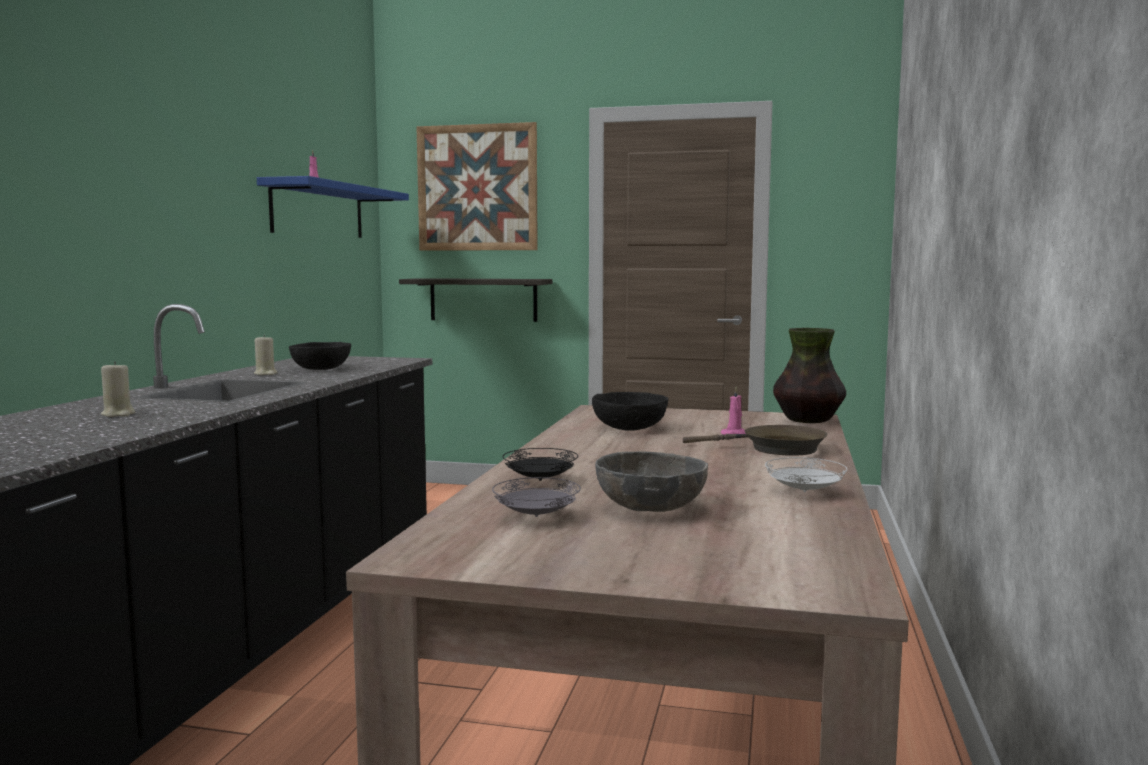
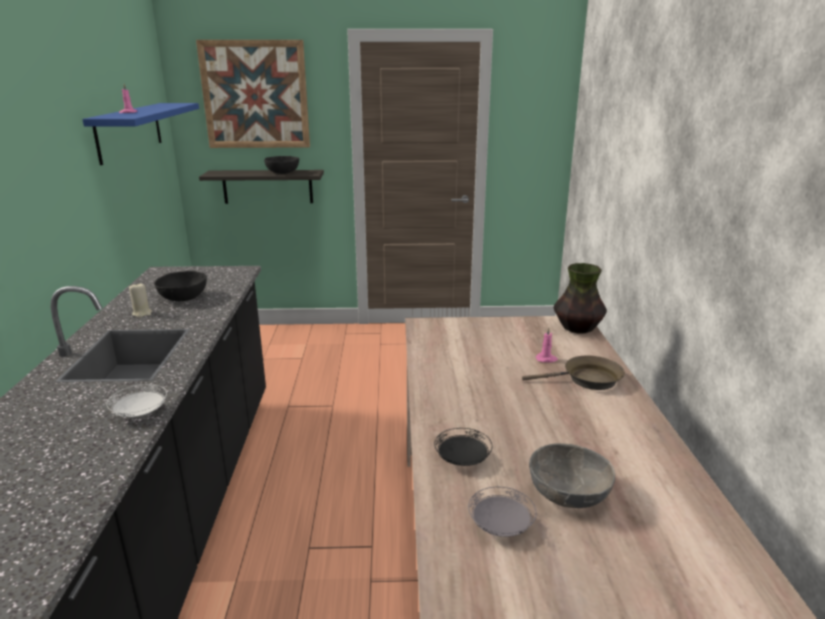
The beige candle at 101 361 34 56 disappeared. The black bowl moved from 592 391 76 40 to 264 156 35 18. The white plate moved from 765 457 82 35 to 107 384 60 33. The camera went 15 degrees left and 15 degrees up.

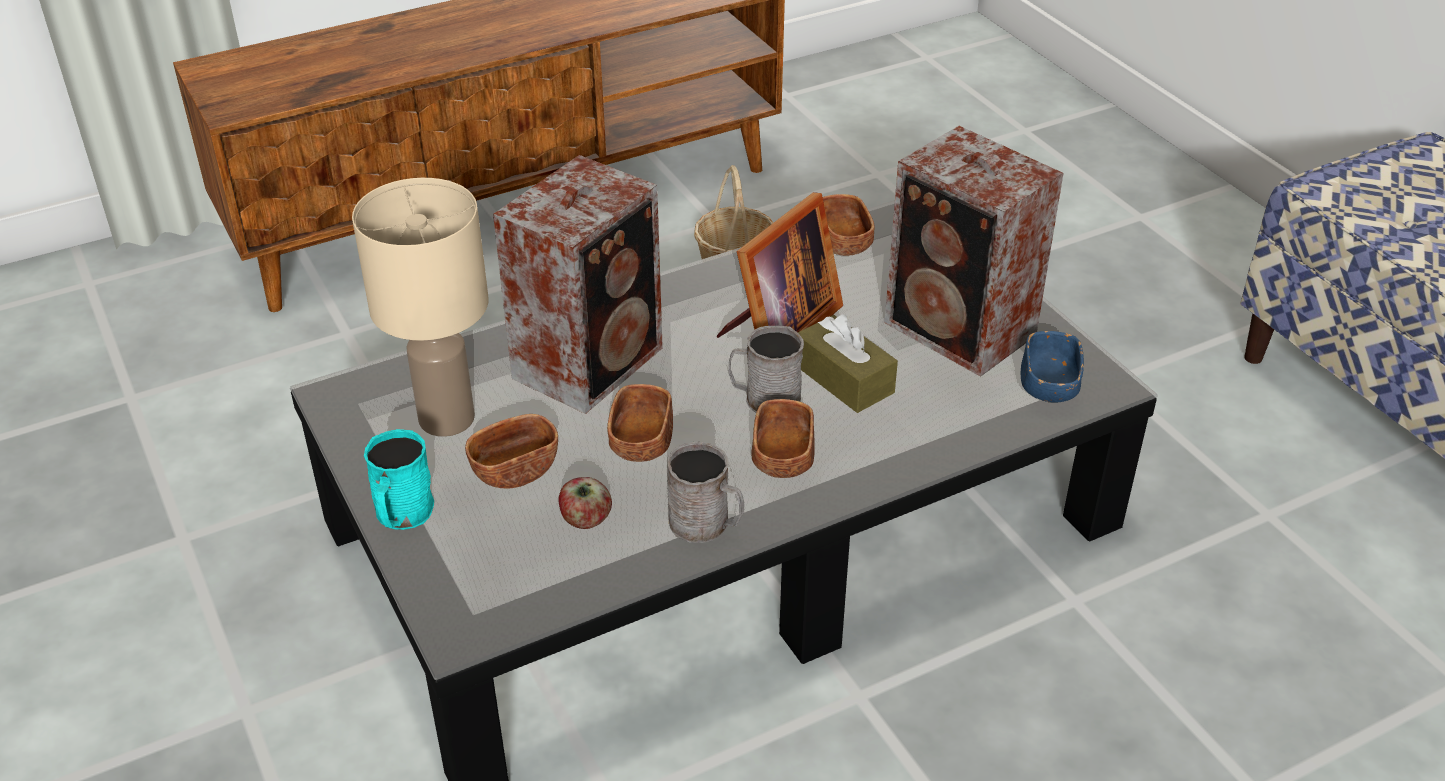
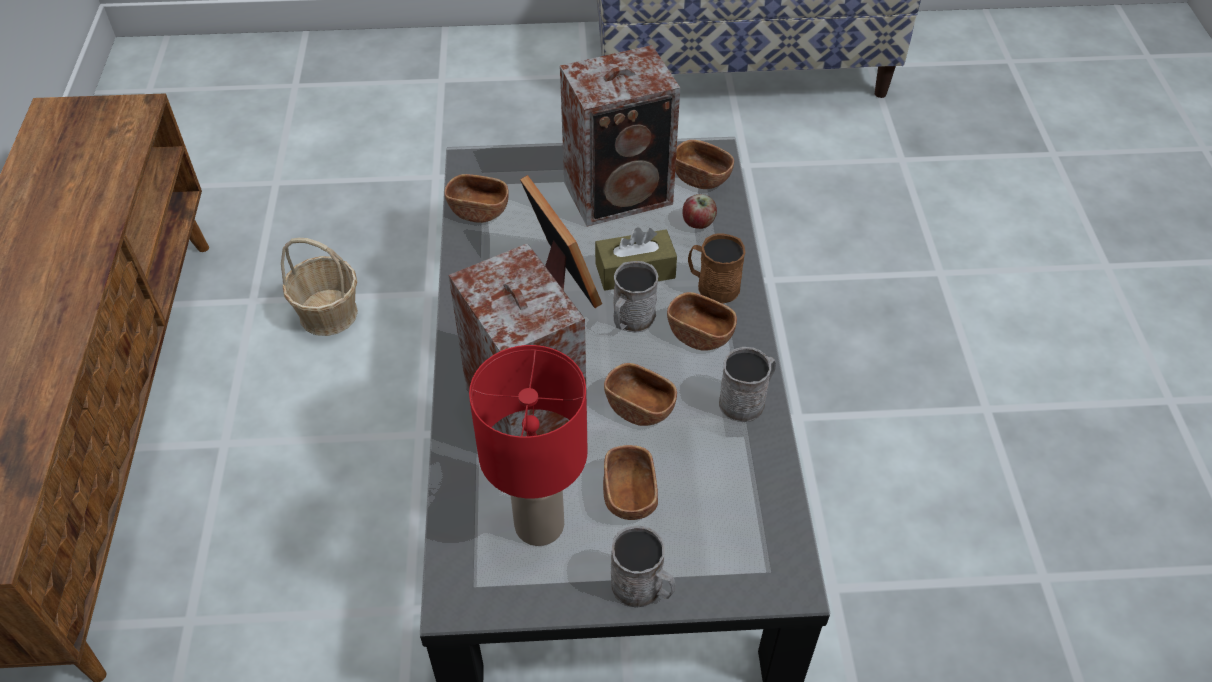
The brown mug at 688 233 57 71 appeared. The apple moved from 558 477 54 52 to 682 194 35 35. The beige table lamp at 352 178 136 259 became the red table lamp at 469 345 118 201. The turquoise mug at 364 429 70 101 became the grey mug at 611 525 65 83. The blue bowl at 1021 331 63 72 became the brown bowl at 675 140 59 49. The camera went 65 degrees left and 10 degrees up.

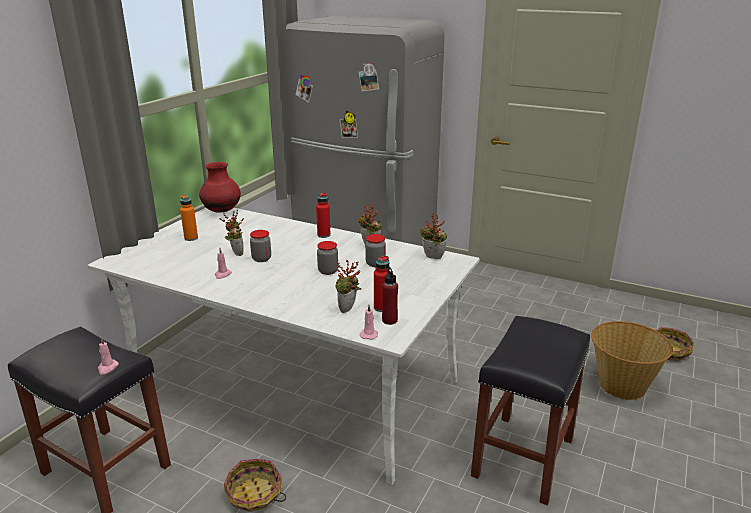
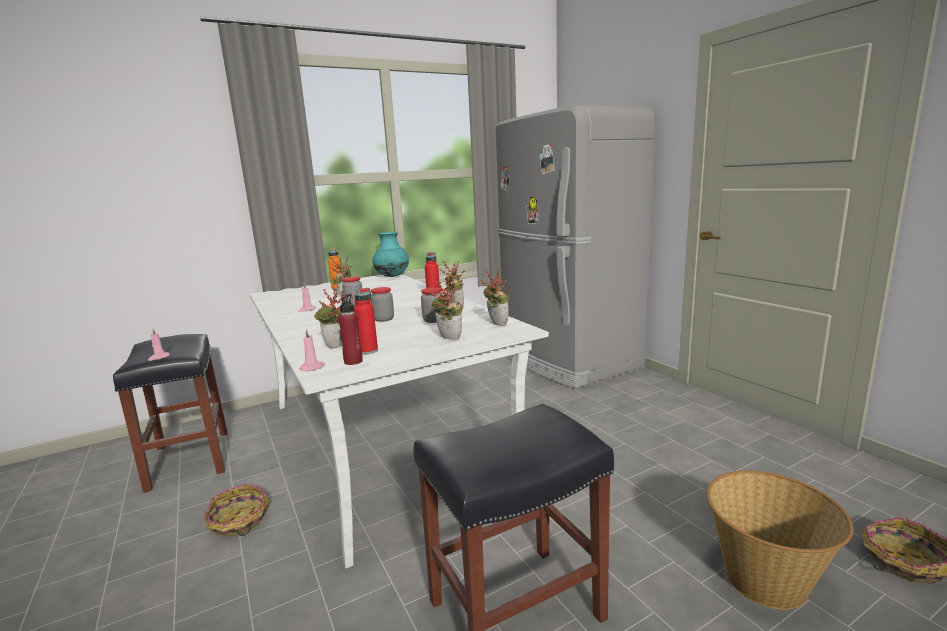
The potted plant at 431 280 32 60 appeared. The red vase at 199 162 42 51 became the turquoise vase at 372 232 37 45. The camera went 35 degrees right and 10 degrees down.

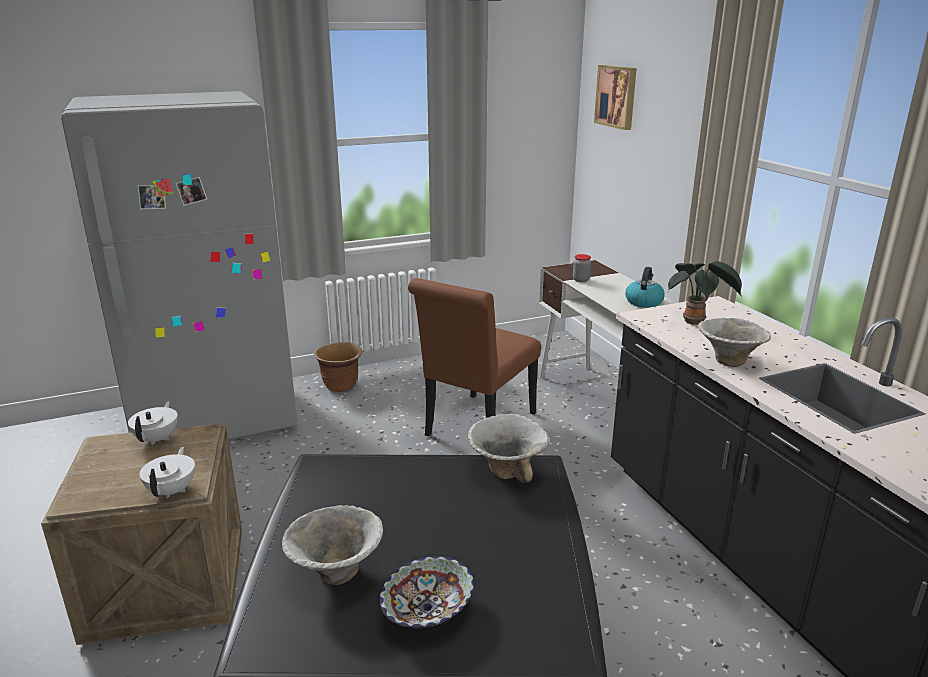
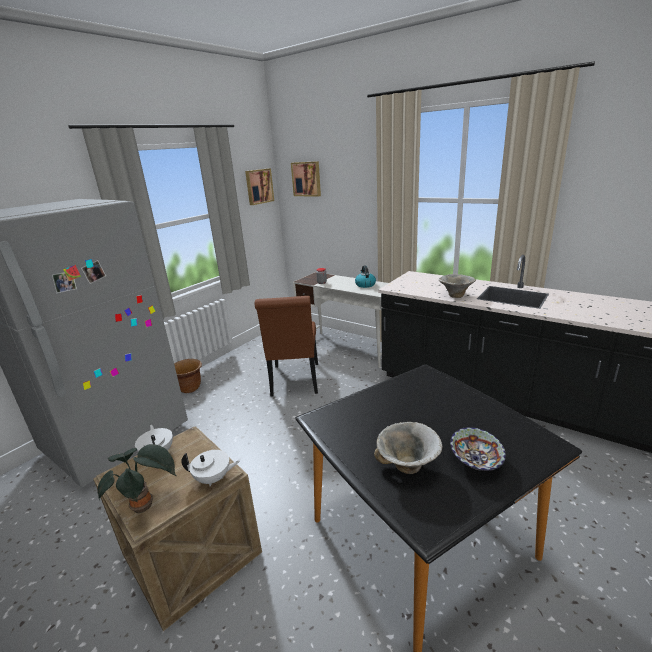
The bowl at 468 414 81 69 disappeared. The picture at 245 168 29 37 appeared. The potted plant moved from 667 261 75 64 to 97 444 80 69. The white teapot at 139 447 56 52 turned 120 degrees clockwise. The camera went 30 degrees left and 0 degrees up.

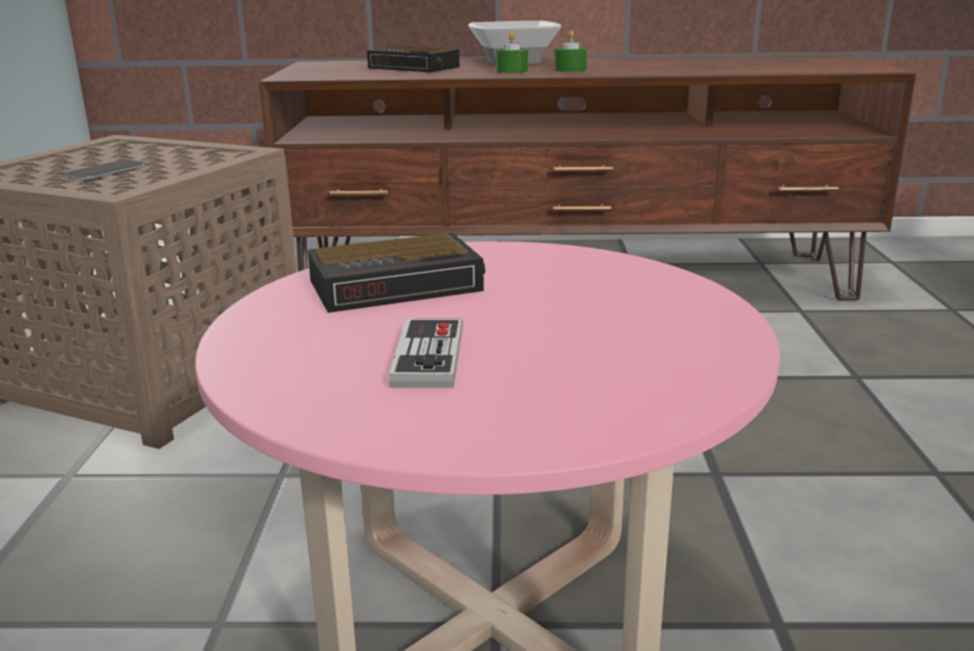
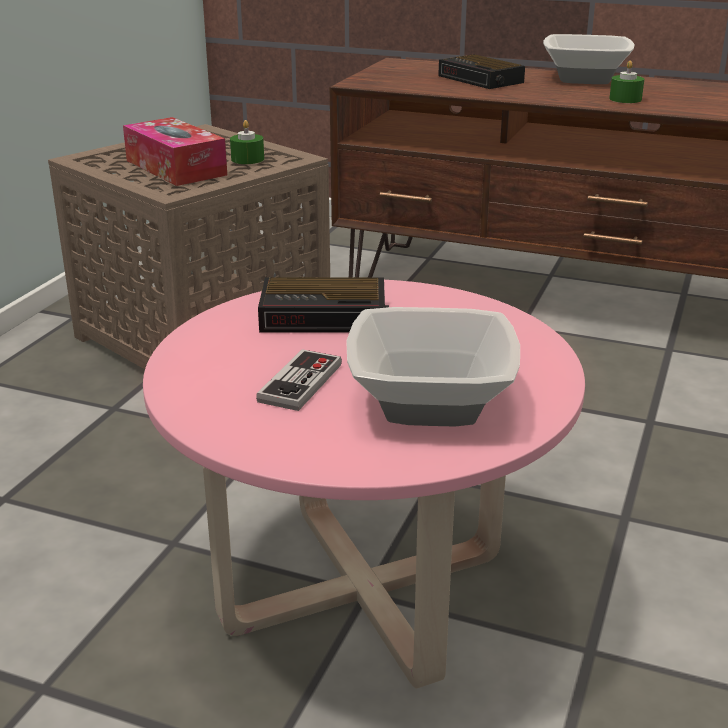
The bowl at 346 307 174 120 appeared. The green candle moved from 496 31 32 42 to 230 120 34 44. The phone at 63 160 83 20 was replaced by the tissue box at 123 117 104 69. The camera went 20 degrees right and 5 degrees up.

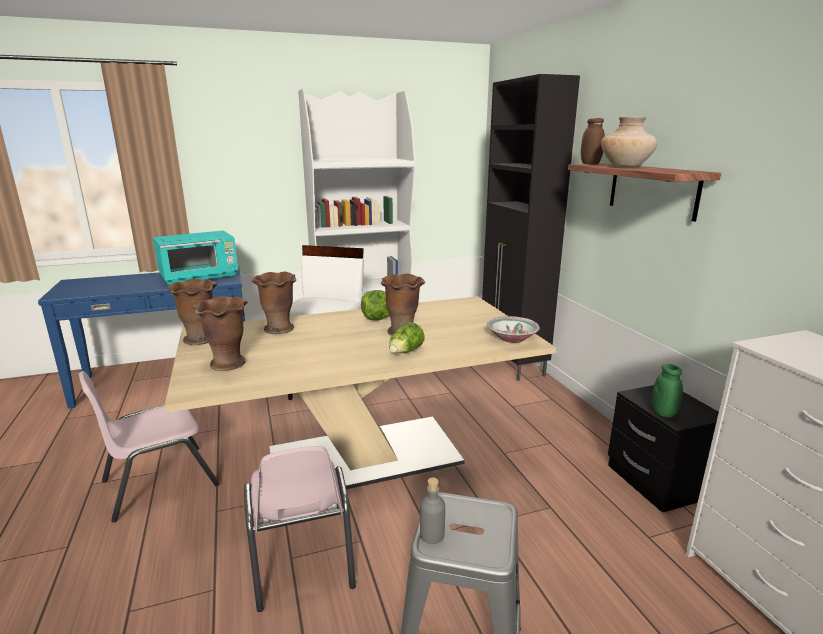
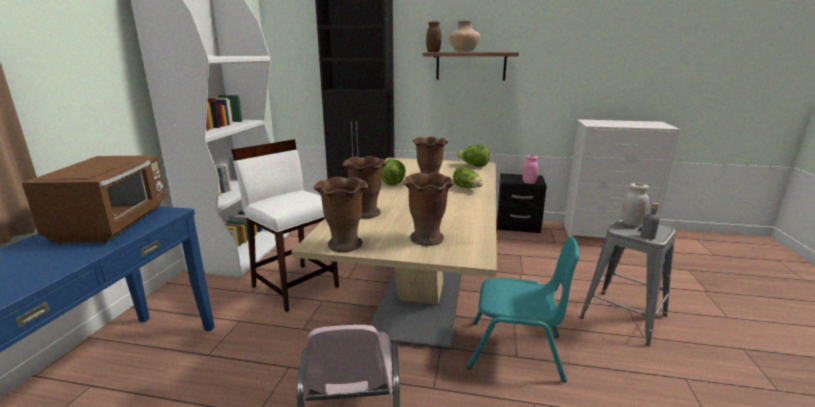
The white jar at 621 183 28 43 appeared. The bowl at 487 316 53 27 was replaced by the lettuce at 457 145 33 22. The turquoise microwave at 153 231 85 54 became the brown microwave at 22 155 144 89. The pink chair at 244 446 112 166 became the turquoise chair at 467 237 113 146. The green jar at 652 364 31 54 became the pink jar at 523 155 15 29. The camera went 60 degrees left and 0 degrees up.

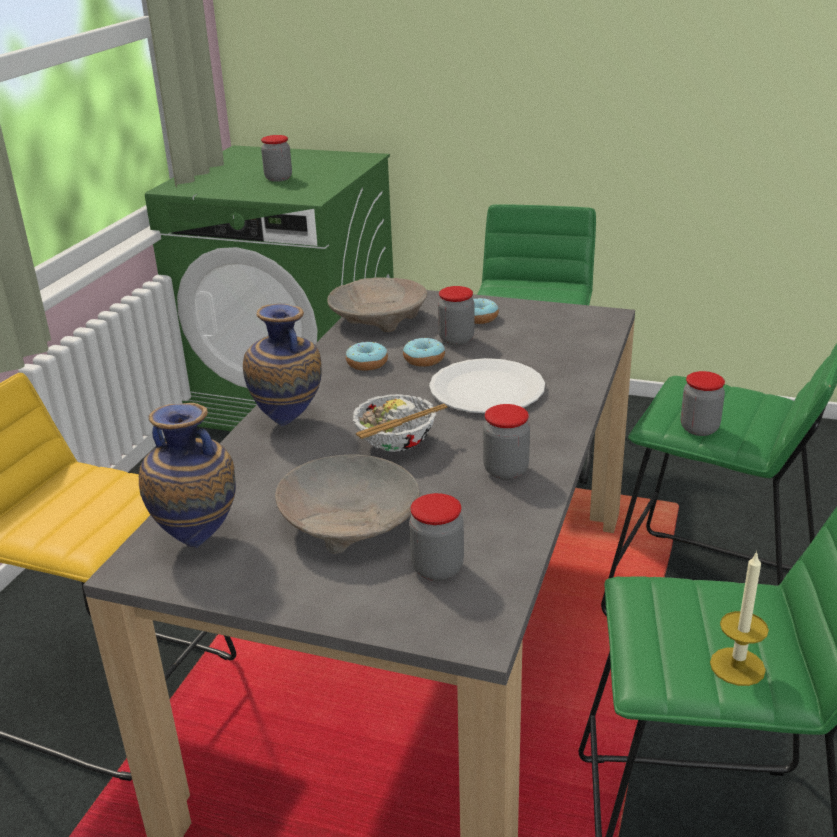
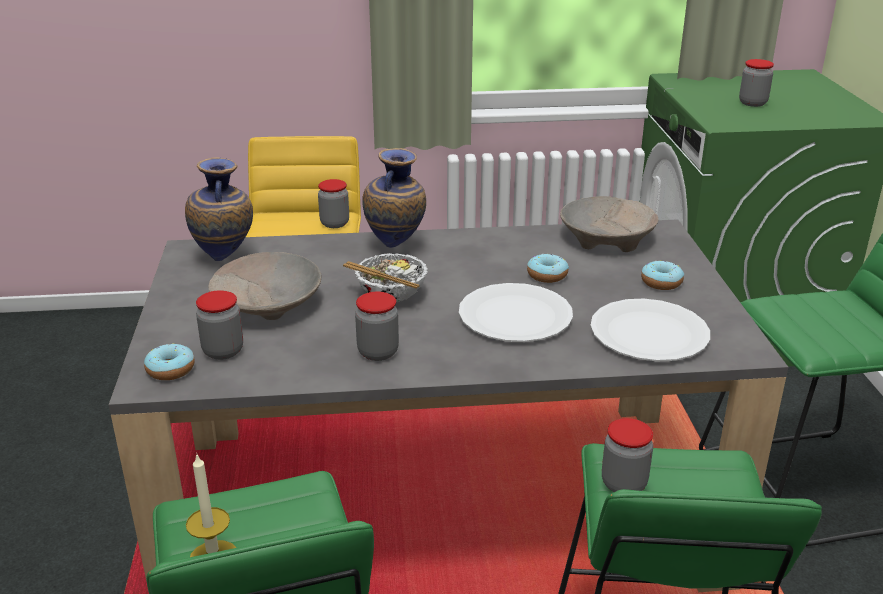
The white plate at 590 299 120 63 appeared. The donut moved from 346 342 42 29 to 144 343 51 37. The jar moved from 438 286 37 59 to 318 179 31 49. The camera went 65 degrees right and 0 degrees up.

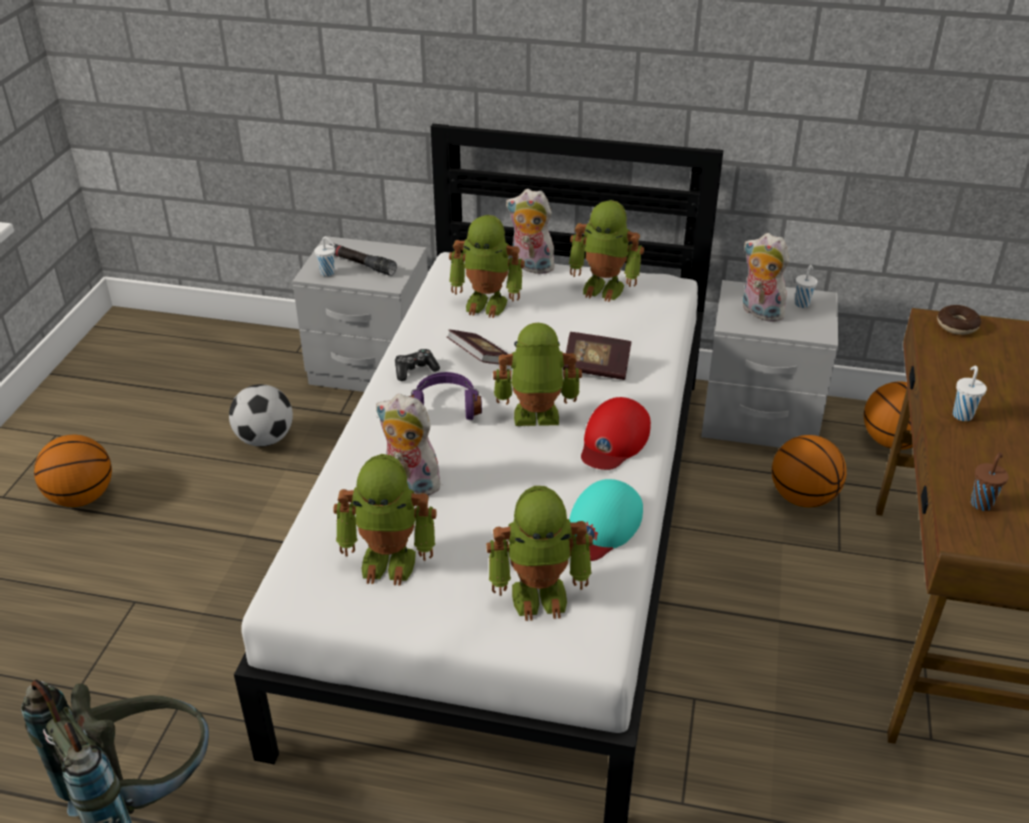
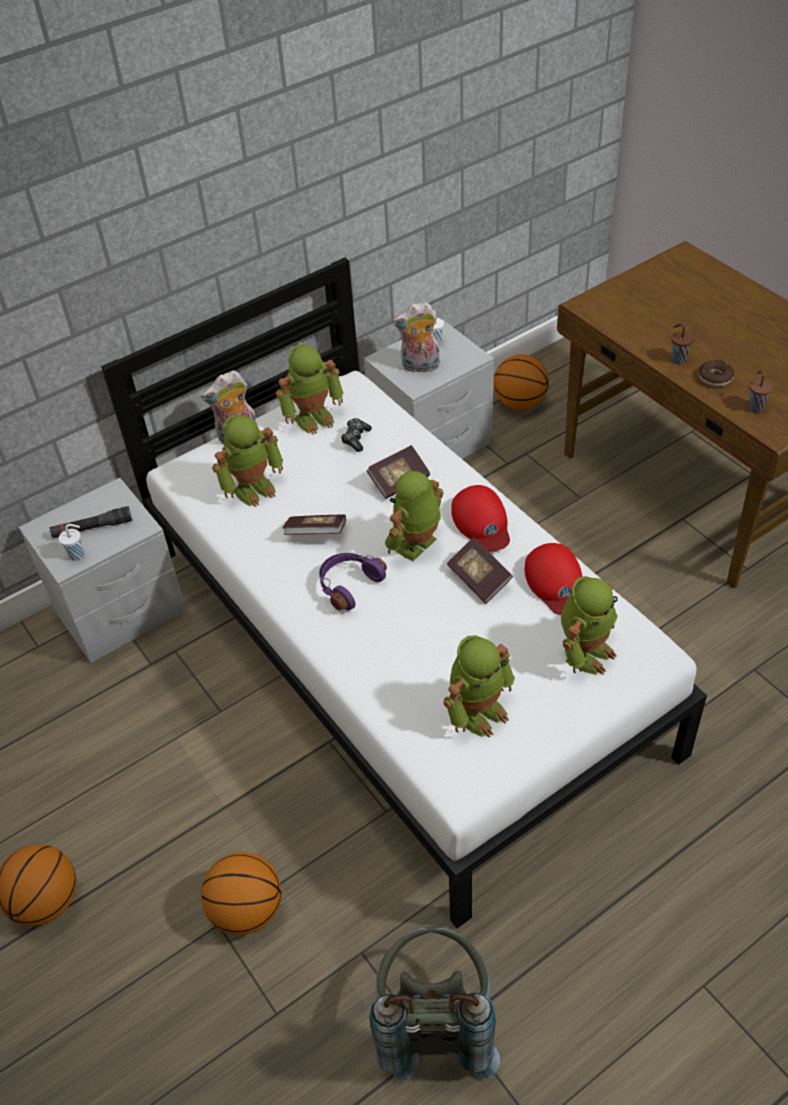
The football at 229 384 64 63 disappeared. The plush toy at 376 394 65 102 disappeared. The book at 447 537 66 67 appeared. The game controller moved from 395 349 45 32 to 341 418 31 34. The basketball moved from 772 435 74 73 to 201 852 81 83. The donut moved from 937 305 44 30 to 698 360 36 27. The turquoise cap at 569 479 74 82 became the red cap at 525 543 58 72. The white cup at 953 366 34 55 became the brown cup at 671 324 22 40. The camera went 45 degrees left and 10 degrees up.

